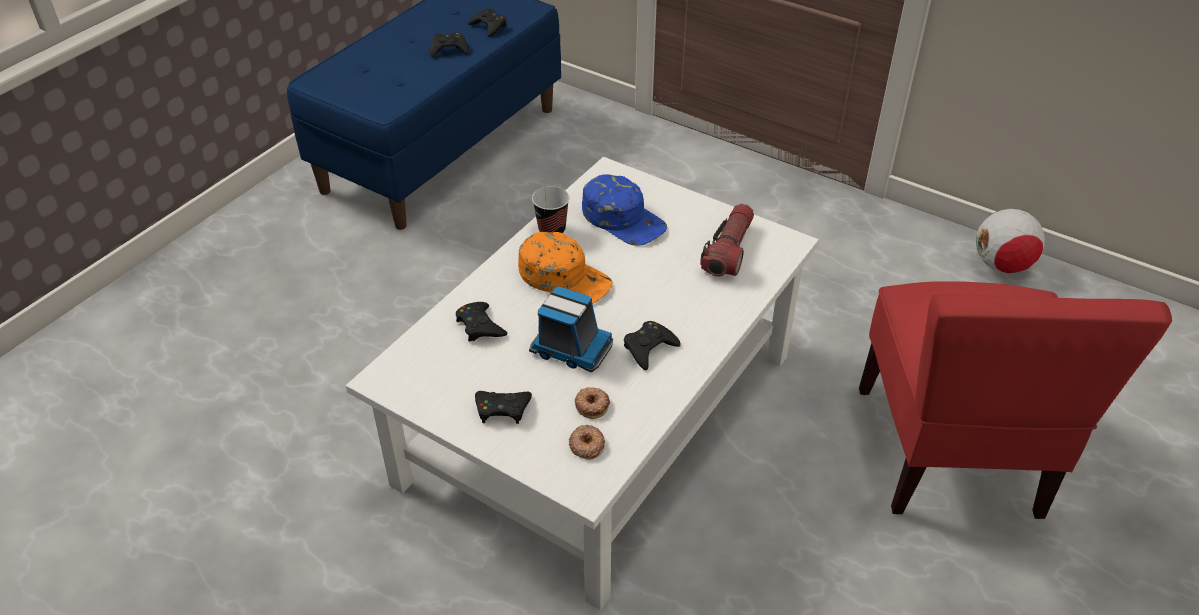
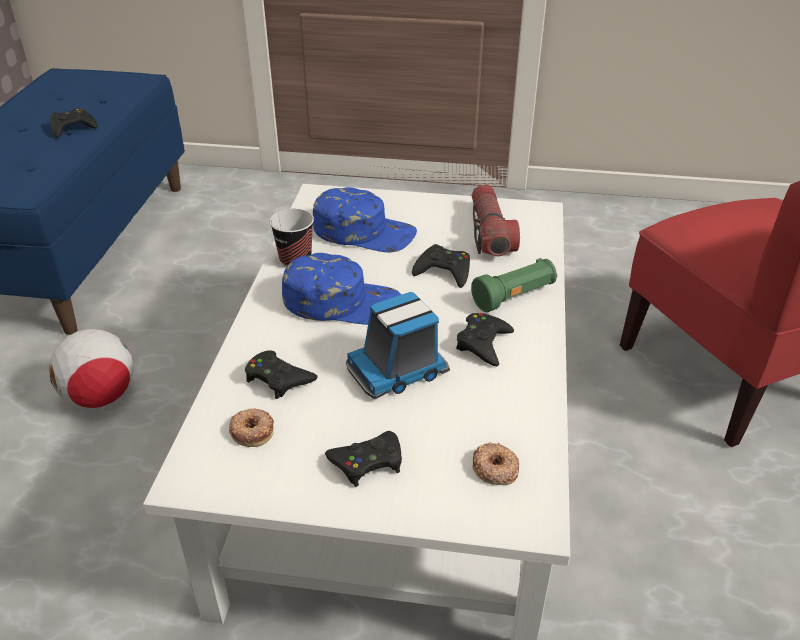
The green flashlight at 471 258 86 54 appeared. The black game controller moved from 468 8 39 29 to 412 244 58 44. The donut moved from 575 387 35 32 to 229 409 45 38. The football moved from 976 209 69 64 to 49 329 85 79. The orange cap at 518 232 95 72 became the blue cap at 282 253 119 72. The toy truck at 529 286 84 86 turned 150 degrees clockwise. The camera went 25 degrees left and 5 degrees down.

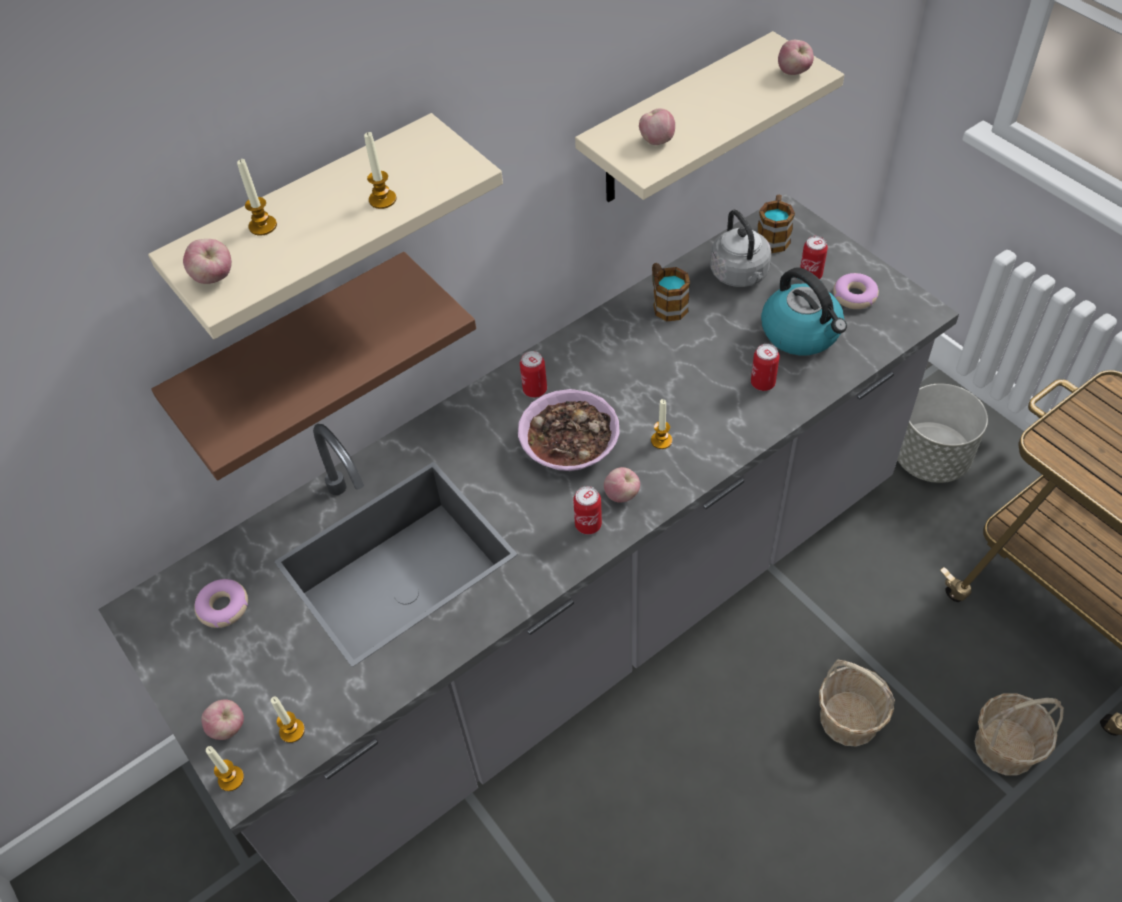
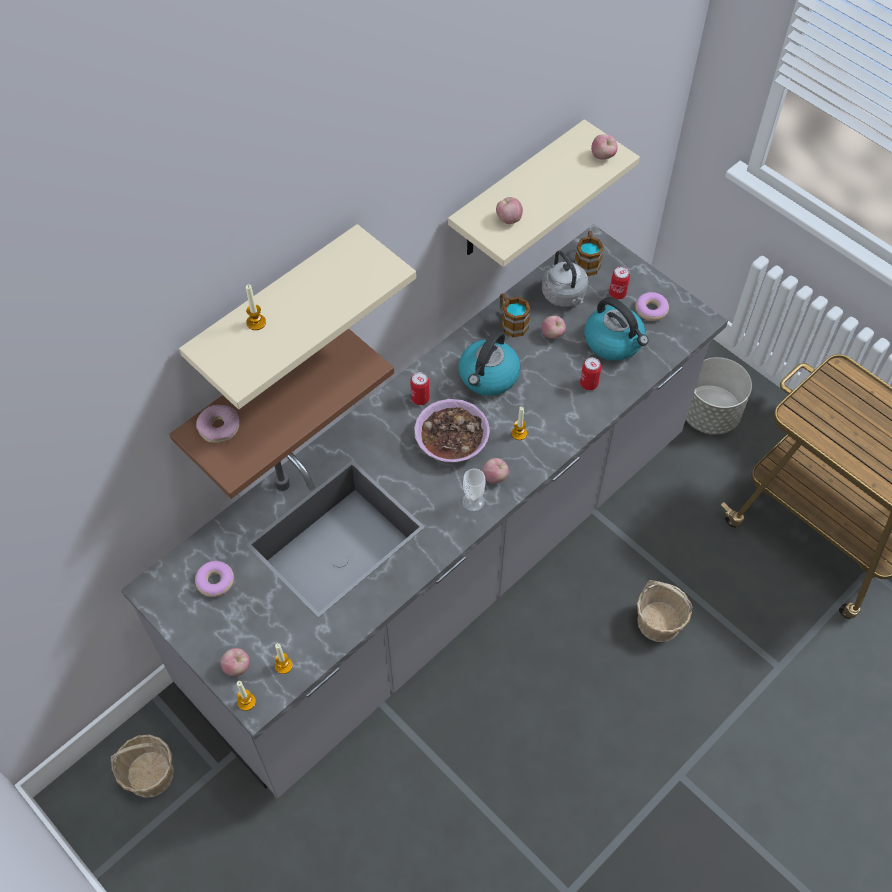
The candle at 364 132 32 77 disappeared. The donut at 196 405 43 38 appeared. The kettle at 458 330 63 66 appeared. The apple moved from 183 239 49 45 to 542 316 24 23. The basket moved from 974 694 90 81 to 111 735 63 63. The can at 573 486 29 48 was replaced by the cup at 462 469 23 42. The camera went 10 degrees left and 5 degrees up.

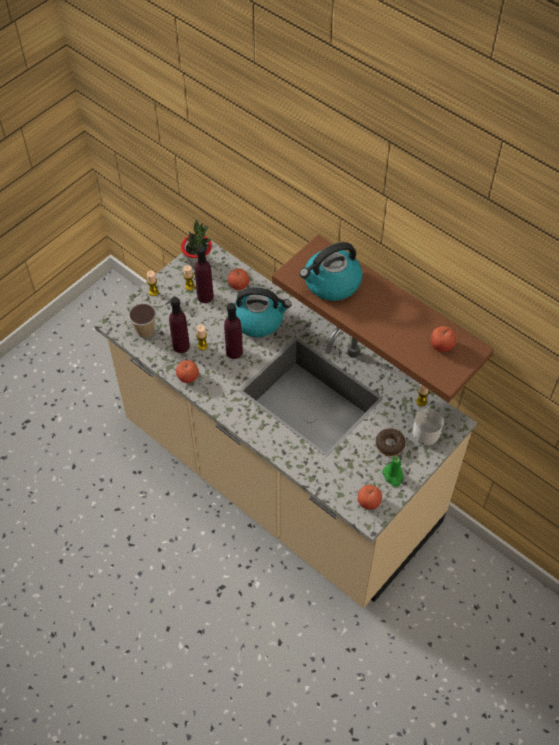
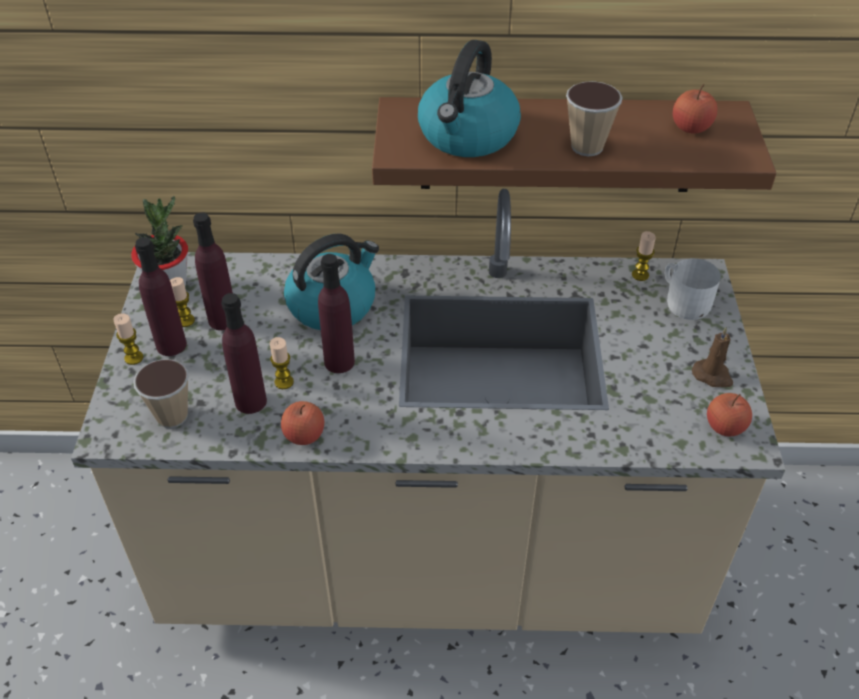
The apple at 228 268 22 22 disappeared. The donut at 376 428 30 28 disappeared. The purple bottle at 135 237 52 119 appeared. The cup at 566 81 57 75 appeared. The green candle at 382 456 22 31 became the brown candle at 692 327 41 60. The camera went 40 degrees left and 10 degrees down.

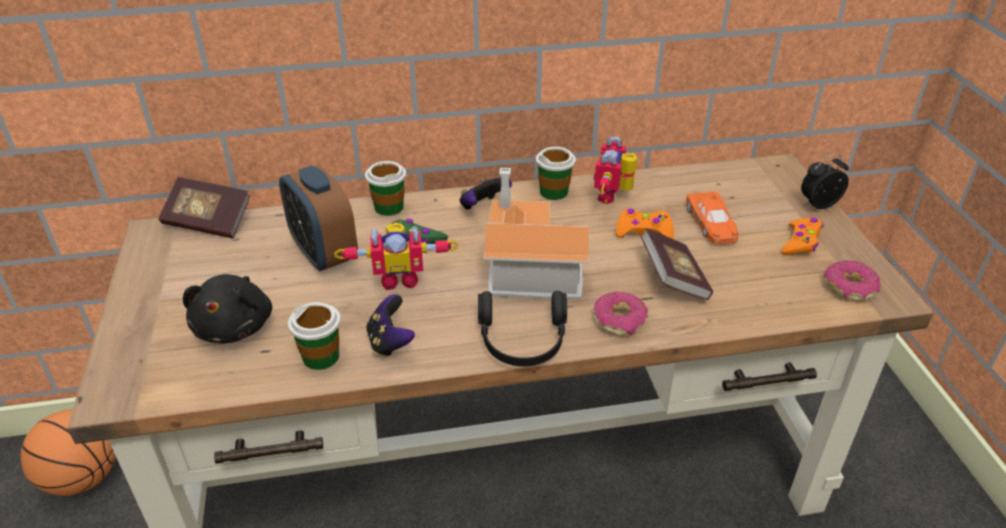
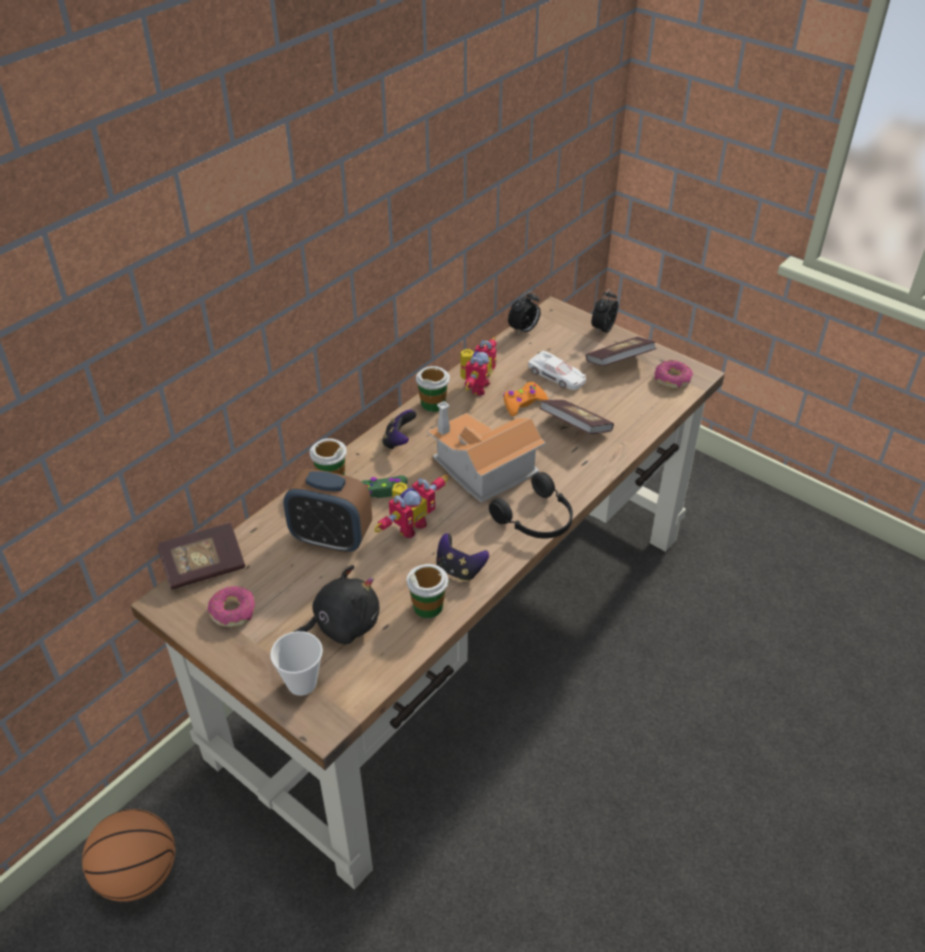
The cup at 270 631 53 65 appeared. The alarm clock at 508 291 33 45 appeared. The donut moved from 594 292 54 44 to 208 586 47 41. The orange game controller at 782 218 41 37 was replaced by the book at 586 337 71 29. The orange toy car at 686 192 52 52 became the white toy car at 528 351 58 39. The black plush toy at 183 274 89 69 turned 75 degrees counterclockwise. The toy robot at 594 136 44 68 turned 135 degrees counterclockwise. The camera went 40 degrees left and 5 degrees up.

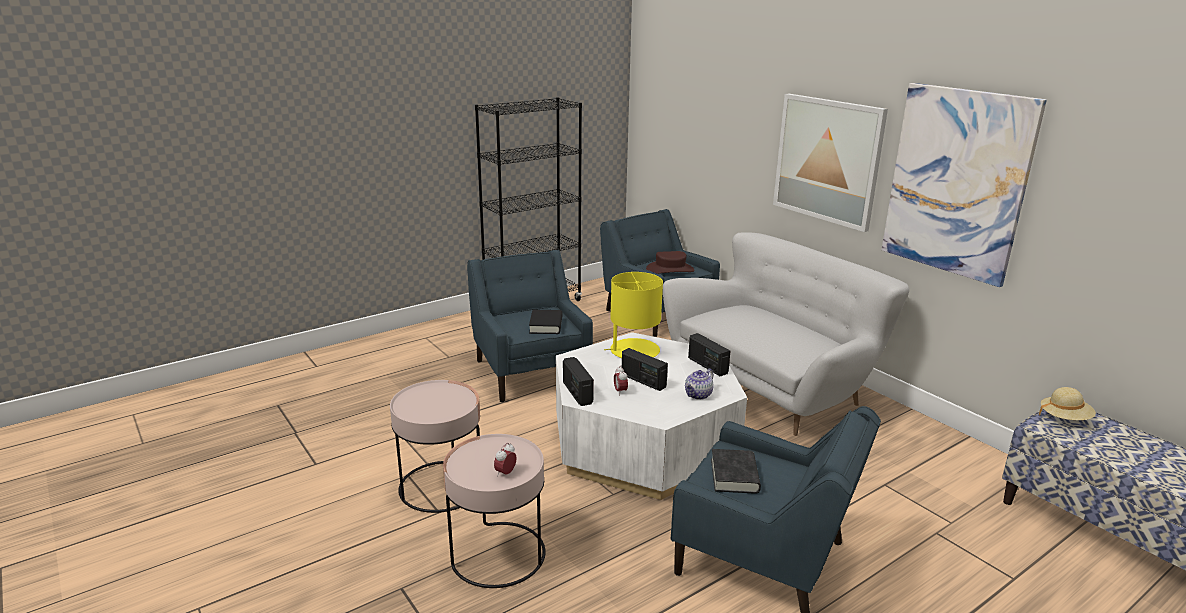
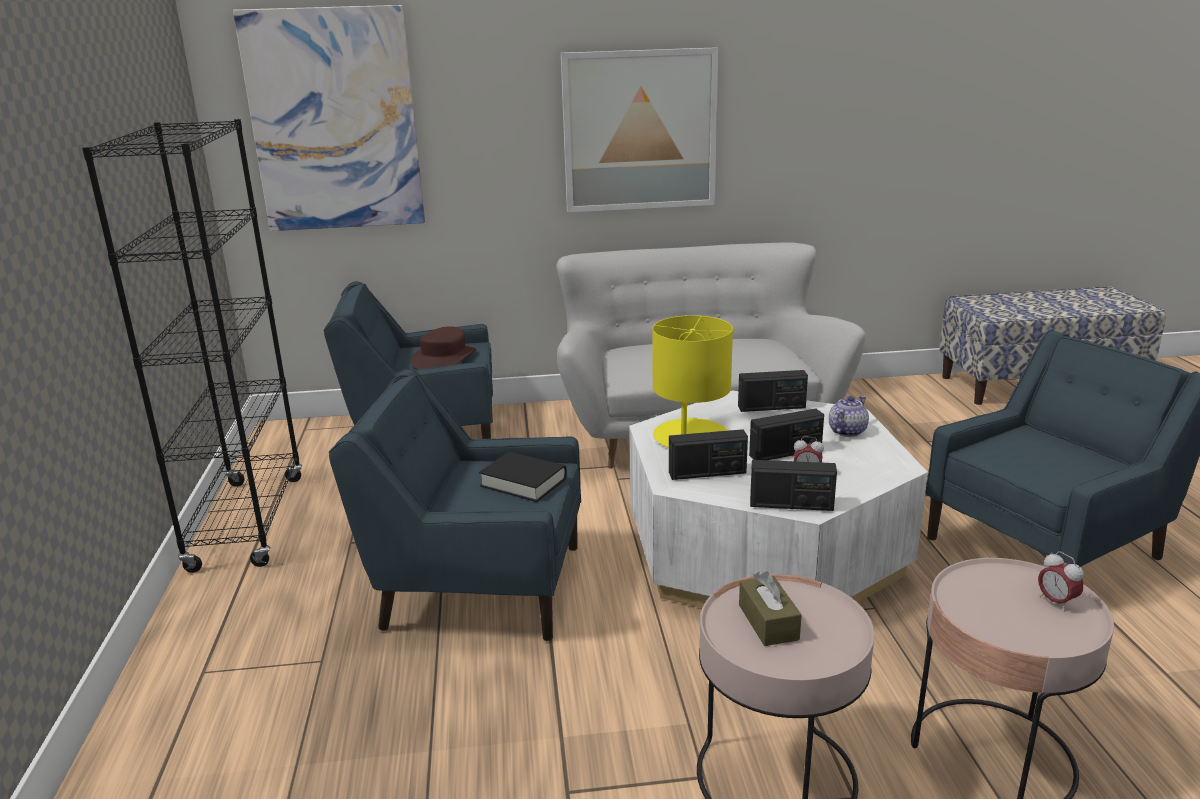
The black book at 711 449 50 45 disappeared. The beige hat at 1039 387 57 33 disappeared. The radio at 669 429 79 51 appeared. The brown tissue box at 739 571 63 75 appeared. The picture moved from 881 83 166 204 to 233 5 192 226. The teapot at 685 368 28 32 turned 120 degrees counterclockwise. The camera went 60 degrees left and 0 degrees up.

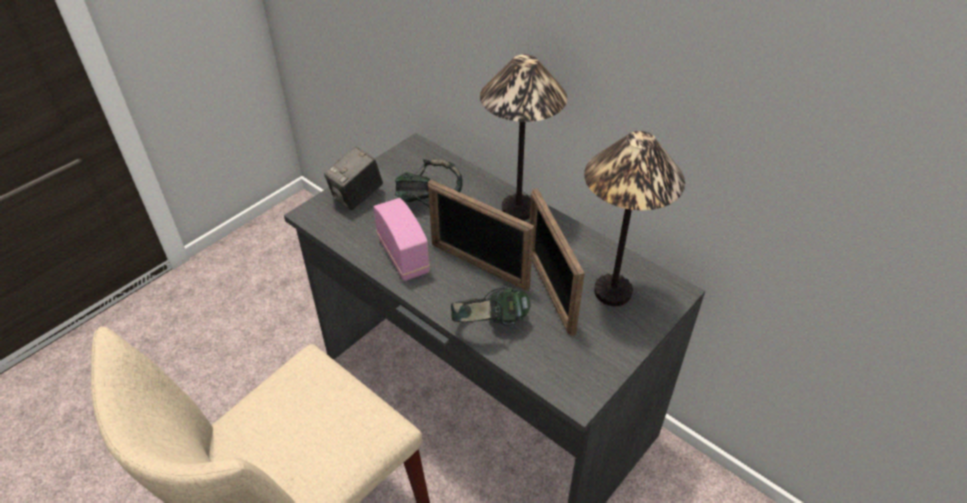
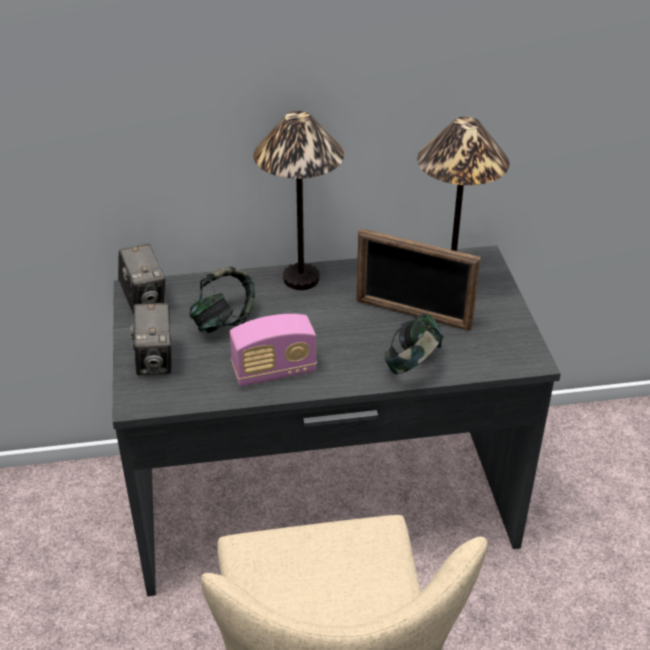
The picture frame at 428 180 106 111 disappeared. The photo camera at 118 244 47 70 appeared. The radio at 374 198 56 83 turned 150 degrees clockwise. The camera went 50 degrees left and 5 degrees down.

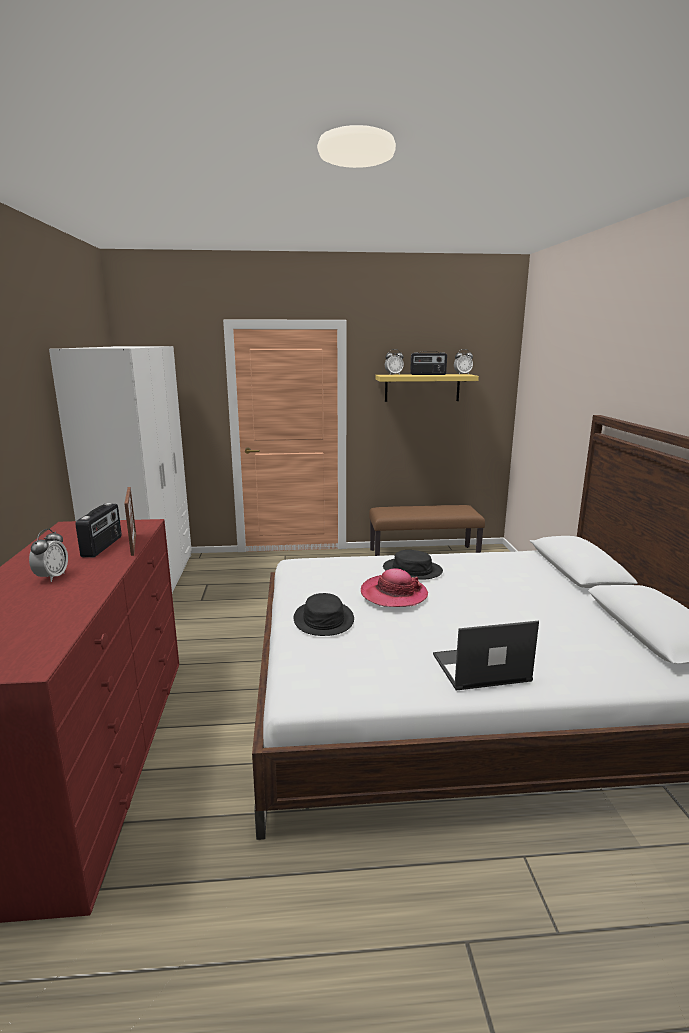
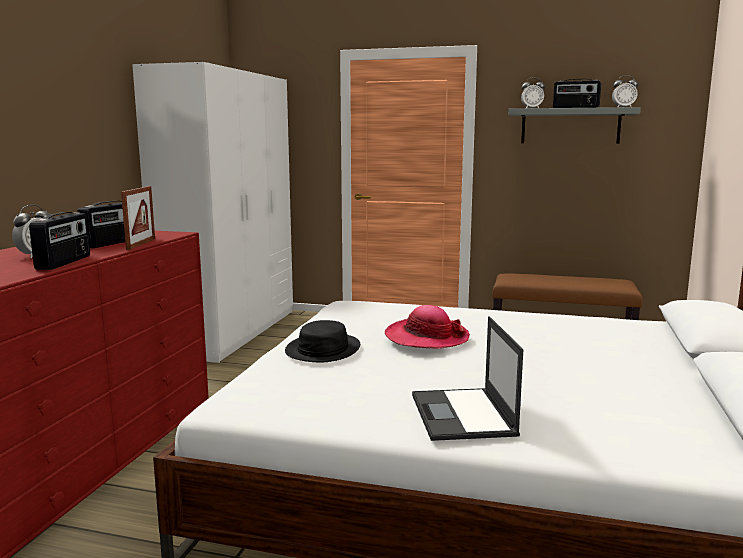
The black hat at 383 550 60 29 disappeared. The radio at 29 212 61 58 appeared. The yellow shelf at 375 374 104 28 became the grey shelf at 508 107 133 36. The laptop at 433 621 106 70 turned 105 degrees counterclockwise. The camera went 20 degrees right and 5 degrees down.

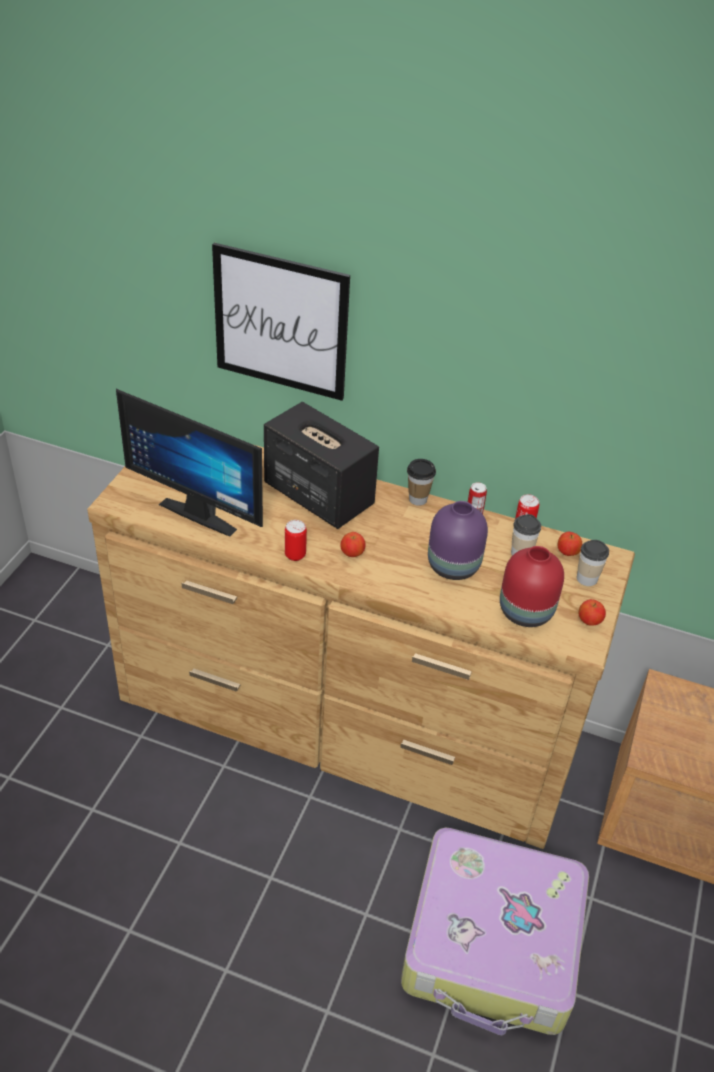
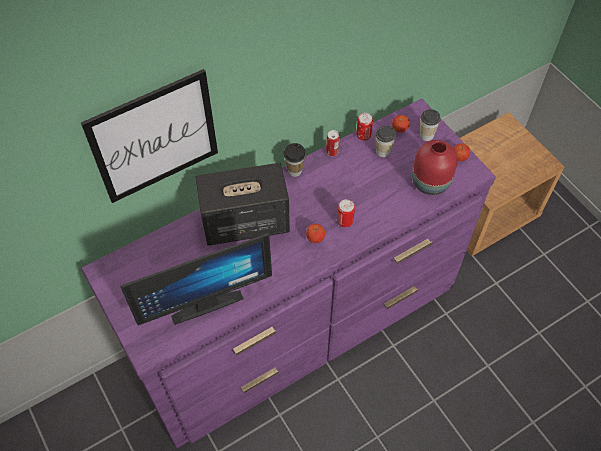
The suitcase at 401 828 188 207 disappeared. The purple vase at 428 501 60 79 disappeared. The can moved from 285 520 22 41 to 337 199 18 28. The brown dresser at 87 445 548 404 became the purple dresser at 81 99 415 349. The camera went 50 degrees left and 15 degrees up.

